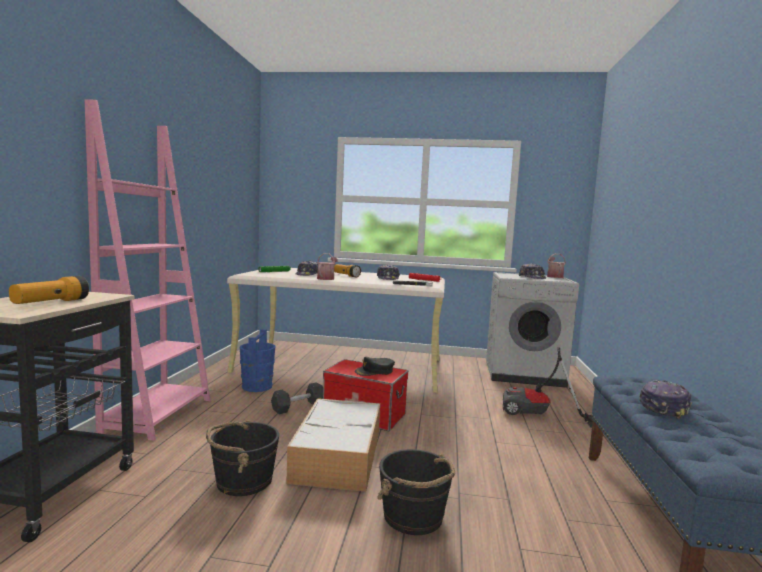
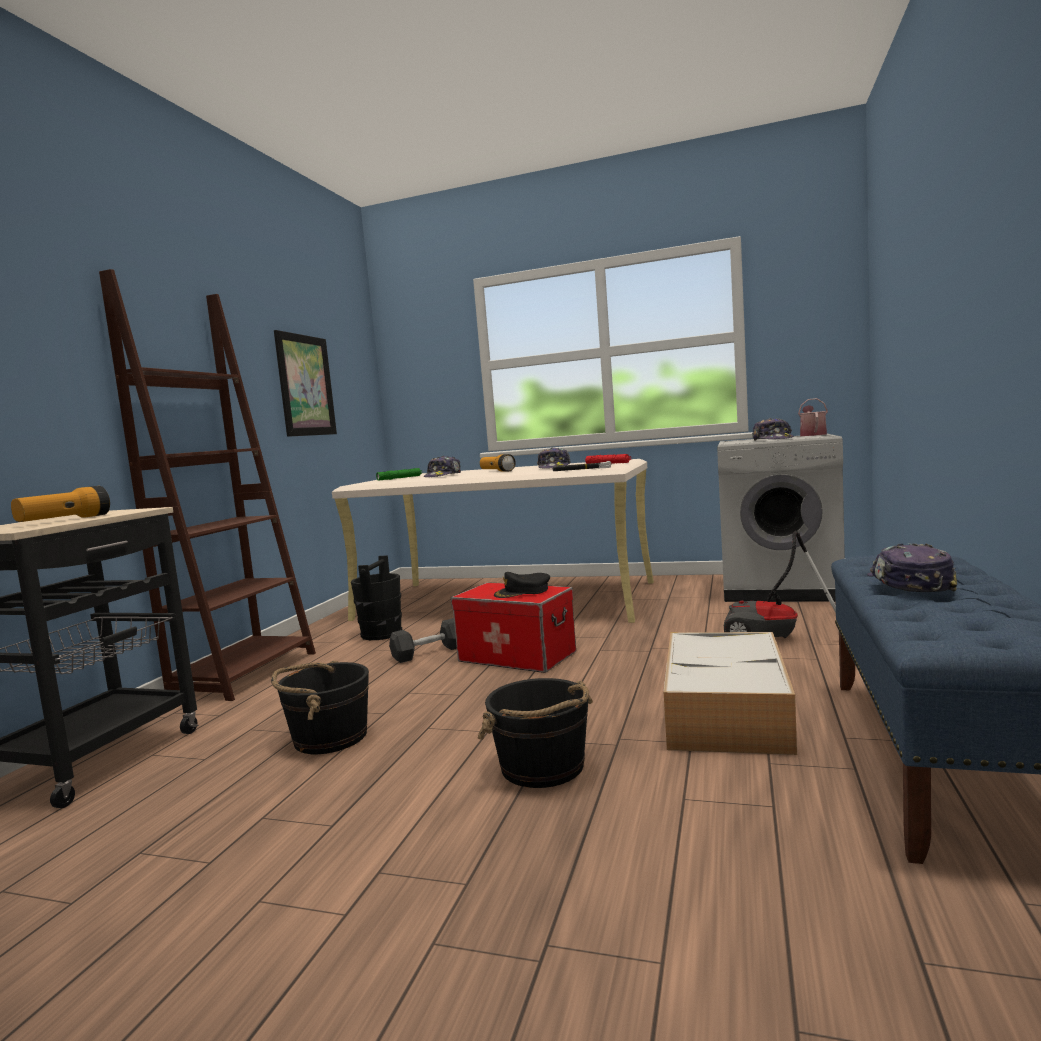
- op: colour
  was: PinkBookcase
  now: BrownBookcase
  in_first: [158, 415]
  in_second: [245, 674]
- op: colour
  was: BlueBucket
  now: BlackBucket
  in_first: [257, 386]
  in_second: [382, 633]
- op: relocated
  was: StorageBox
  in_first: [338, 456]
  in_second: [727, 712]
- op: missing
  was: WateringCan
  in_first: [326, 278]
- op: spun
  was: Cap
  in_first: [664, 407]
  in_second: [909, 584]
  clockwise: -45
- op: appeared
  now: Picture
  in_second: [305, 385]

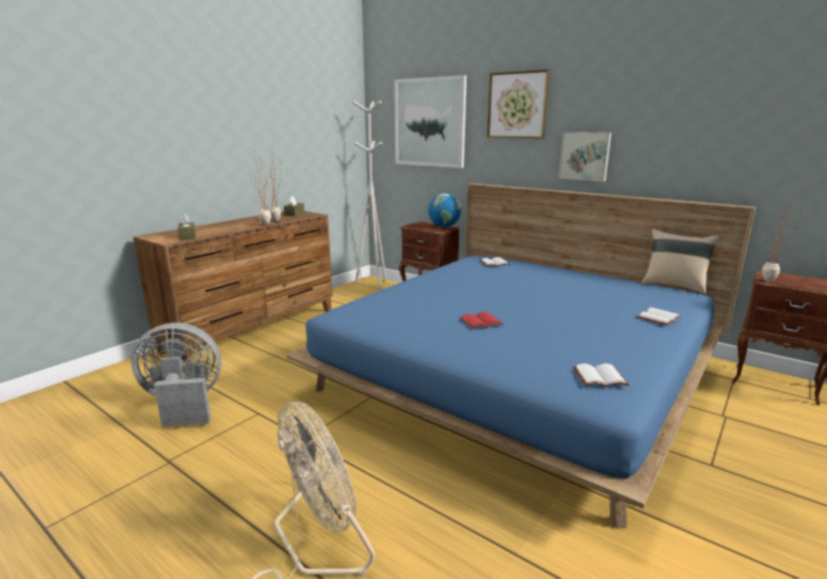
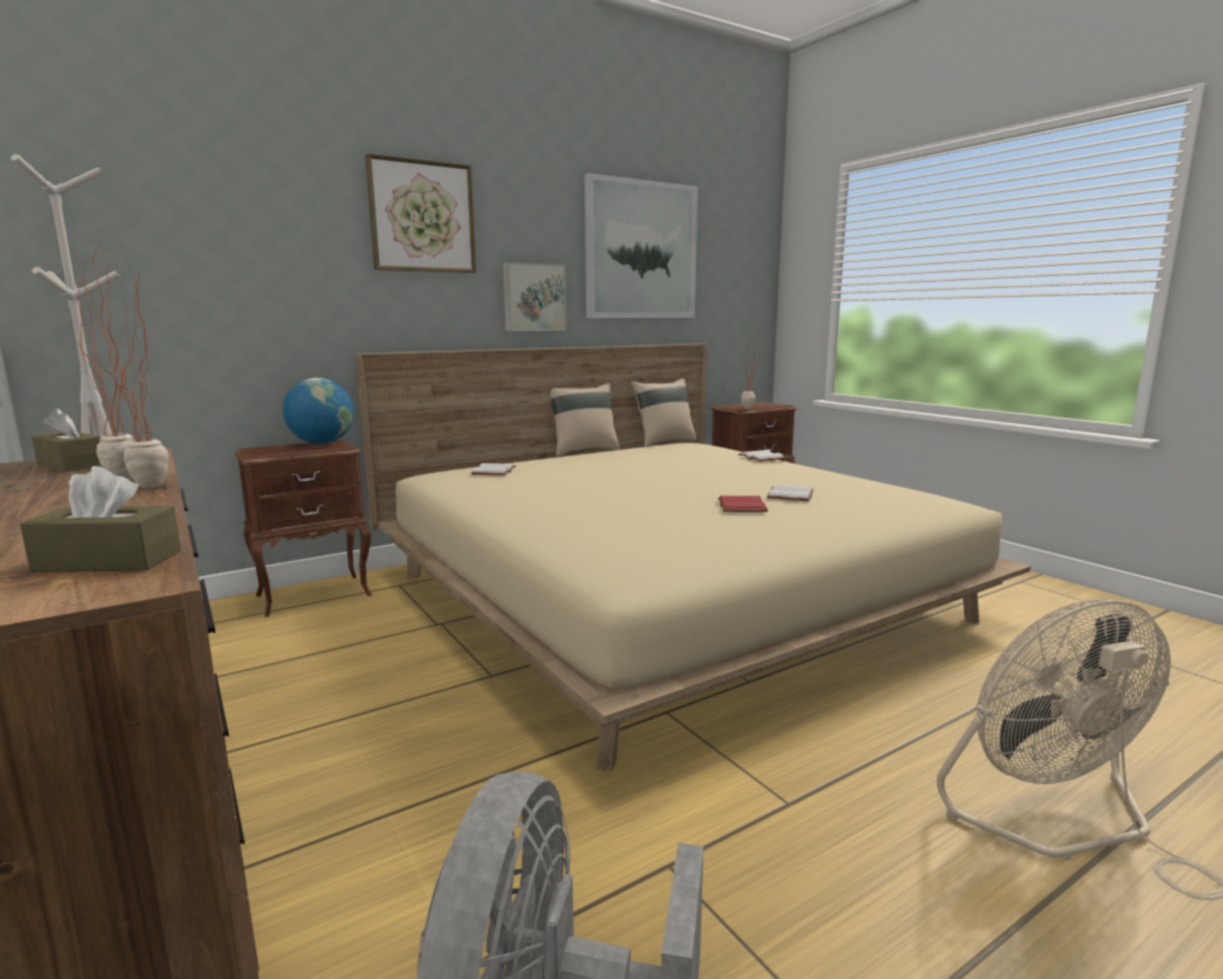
- op: colour
  was: BlueBed
  now: BeigeBed
  in_first: [517, 376]
  in_second: [667, 596]
- op: relocated
  was: Picture
  in_first: [429, 122]
  in_second: [641, 251]
- op: relocated
  was: WhiteBook
  in_first: [600, 376]
  in_second: [789, 495]
- op: appeared
  now: BeigePillow
  in_second: [583, 450]

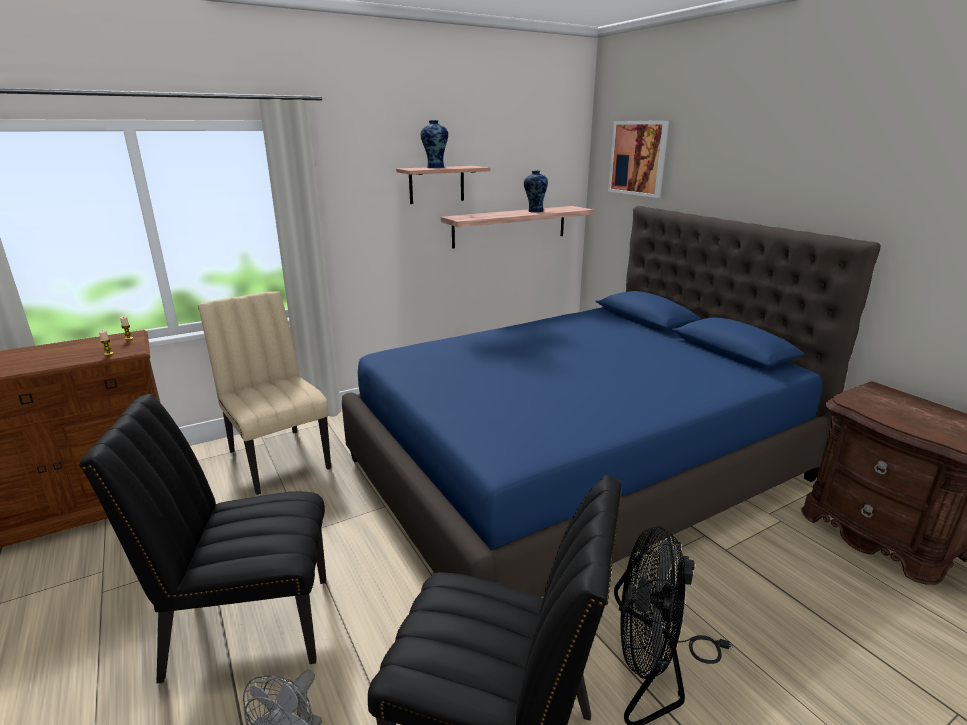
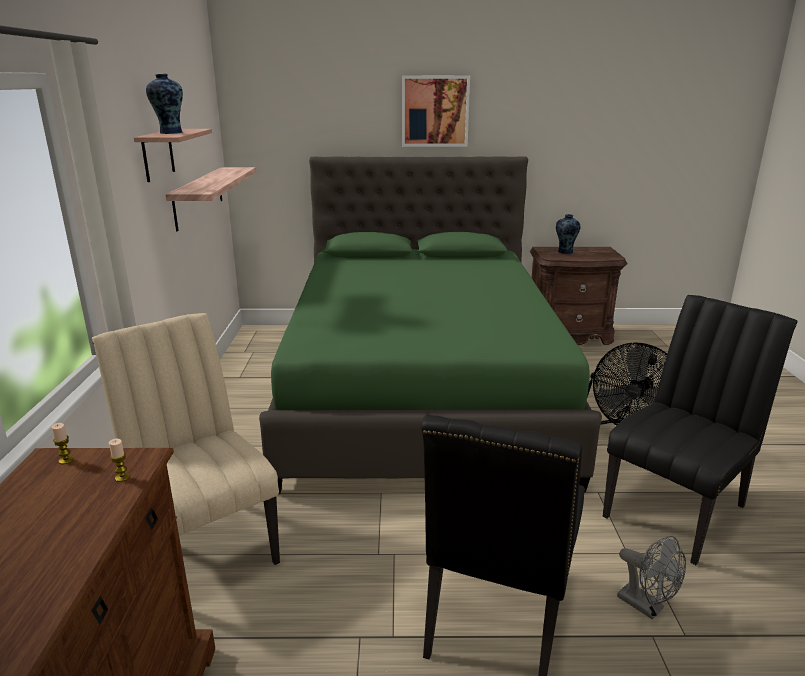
- op: spun
  was: BeigeChair
  in_first: [279, 460]
  in_second: [206, 548]
  clockwise: 60
- op: colour
  was: BlueBed
  now: GreenBed
  in_first: [577, 469]
  in_second: [421, 388]
- op: relocated
  was: Vase
  in_first: [534, 211]
  in_second: [565, 252]
- op: relocated
  was: Picture
  in_first: [638, 158]
  in_second: [435, 111]

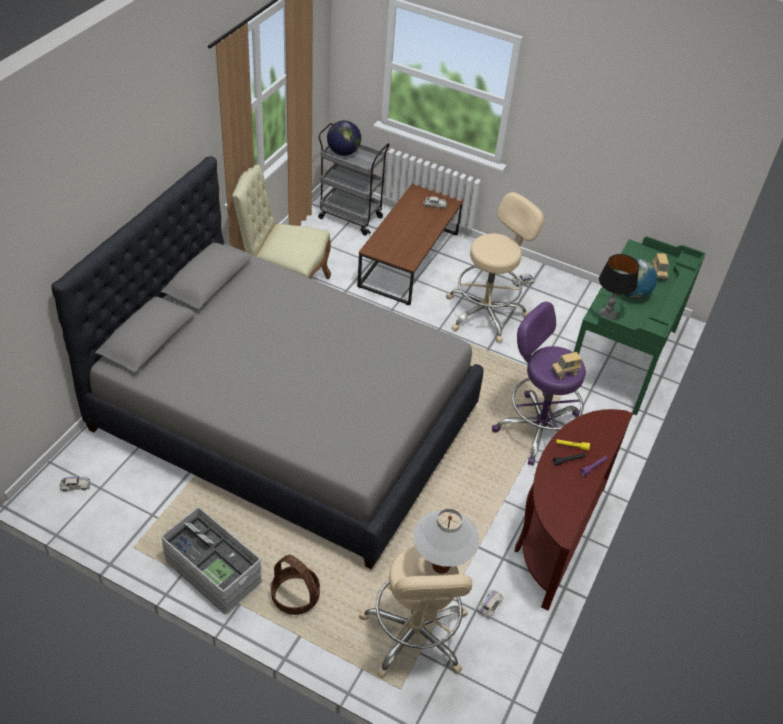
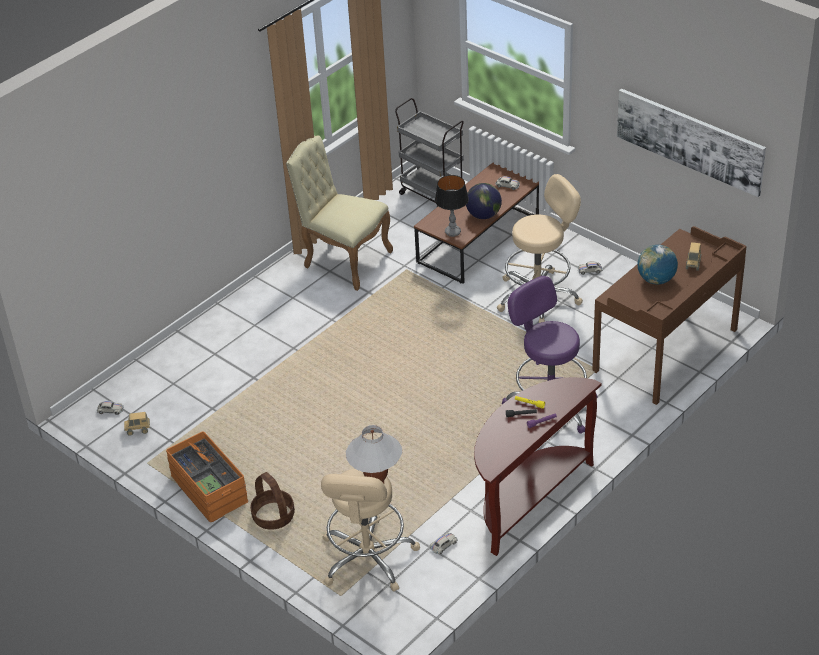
- op: missing
  was: GreyBed
  in_first: [285, 418]
- op: colour
  was: GreyStorageBox
  now: OrangeStorageBox
  in_first: [212, 571]
  in_second: [208, 489]
- op: relocated
  was: Globe
  in_first: [343, 152]
  in_second: [483, 215]
- op: relocated
  was: ToyTruck
  in_first: [564, 372]
  in_second: [138, 430]
- op: colour
  was: GreenDesk
  now: BrownDesk
  in_first: [623, 357]
  in_second: [666, 350]
- op: relocated
  was: TableLamp
  in_first: [607, 315]
  in_second: [452, 232]
- op: appeared
  now: Picture
  in_second: [690, 140]

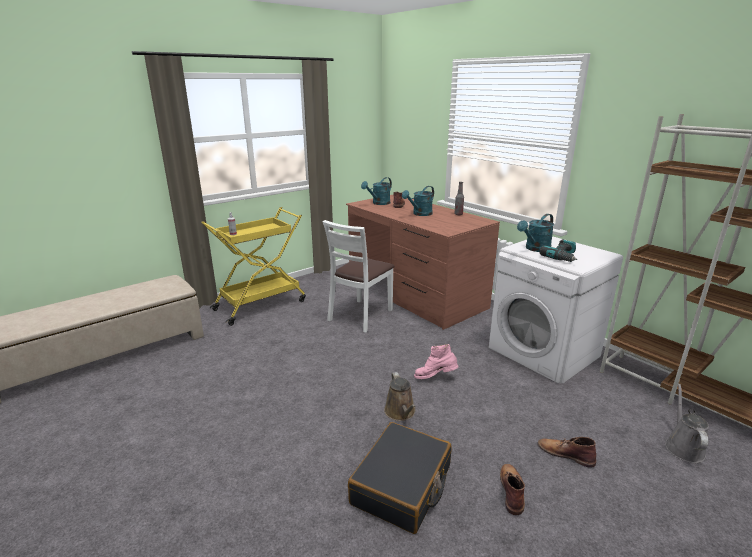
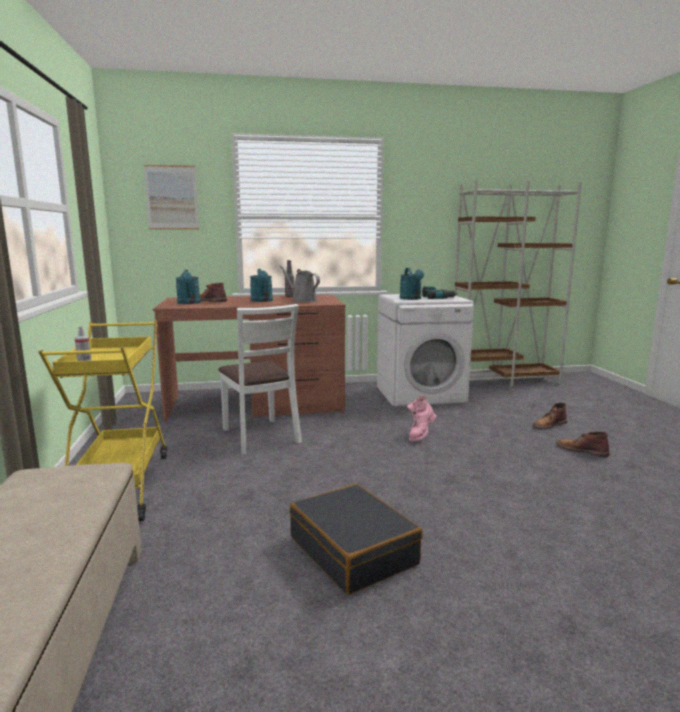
- op: relocated
  was: BlackSuitcase
  in_first: [402, 485]
  in_second: [353, 550]
- op: missing
  was: BrownWateringCan
  in_first: [401, 412]
- op: relocated
  was: GreyWateringCan
  in_first: [683, 447]
  in_second: [302, 300]
- op: appeared
  now: Picture
  in_second: [172, 197]

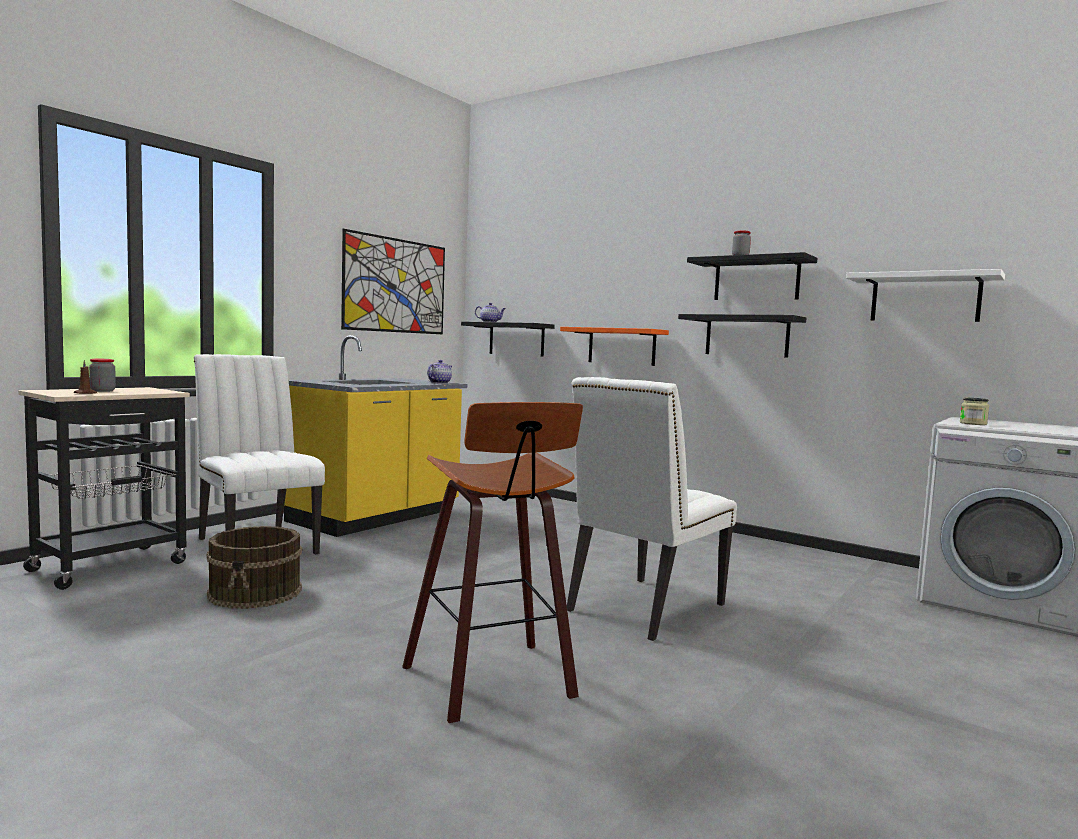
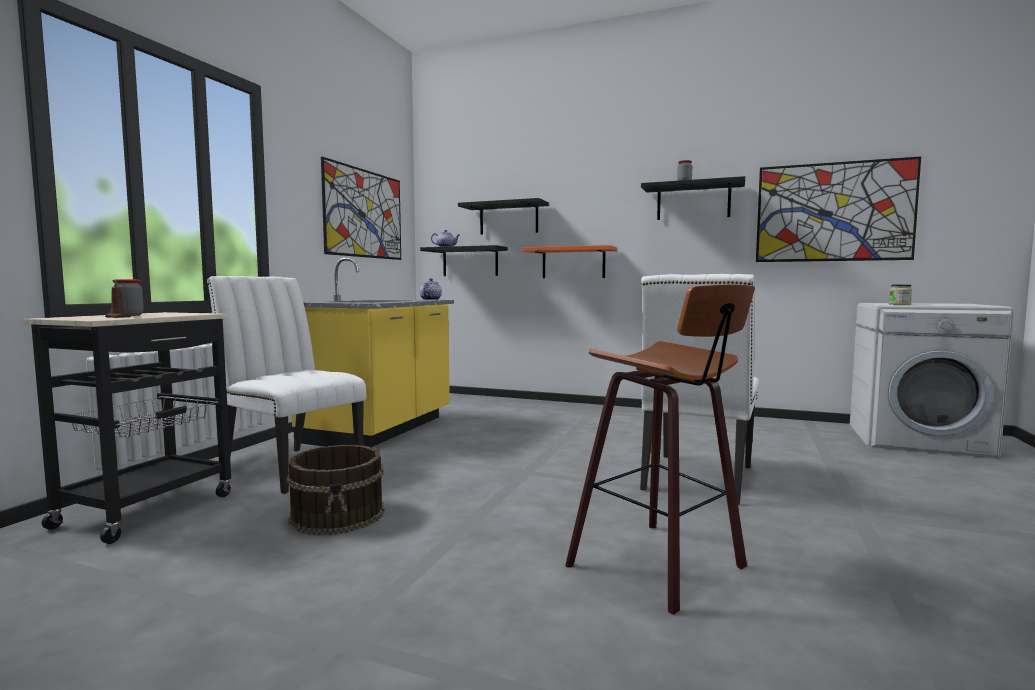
- op: relocated
  was: BlackShelf
  in_first: [747, 336]
  in_second: [508, 219]
- op: exchanged
  was: WhiteShelf
  now: Picture
  in_first: [925, 298]
  in_second: [833, 212]

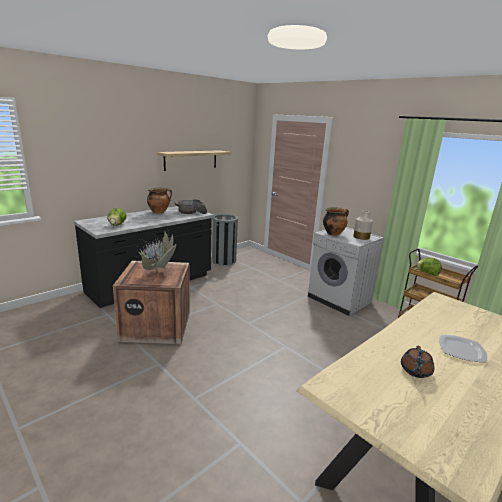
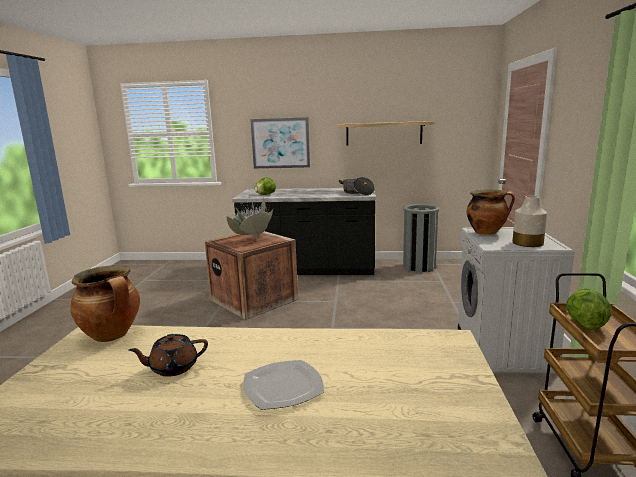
- op: relocated
  was: CookingPot
  in_first: [159, 212]
  in_second: [113, 335]
- op: appeared
  now: Picture
  in_second: [280, 143]

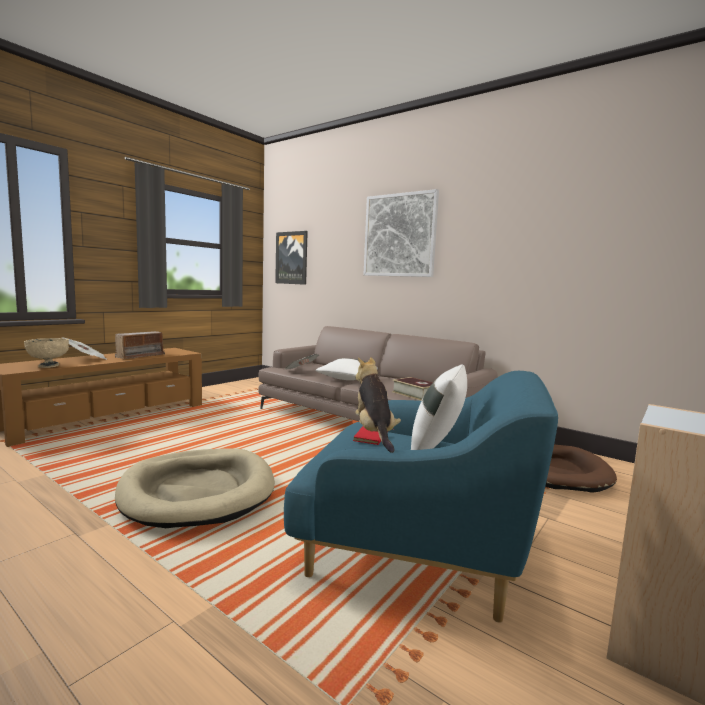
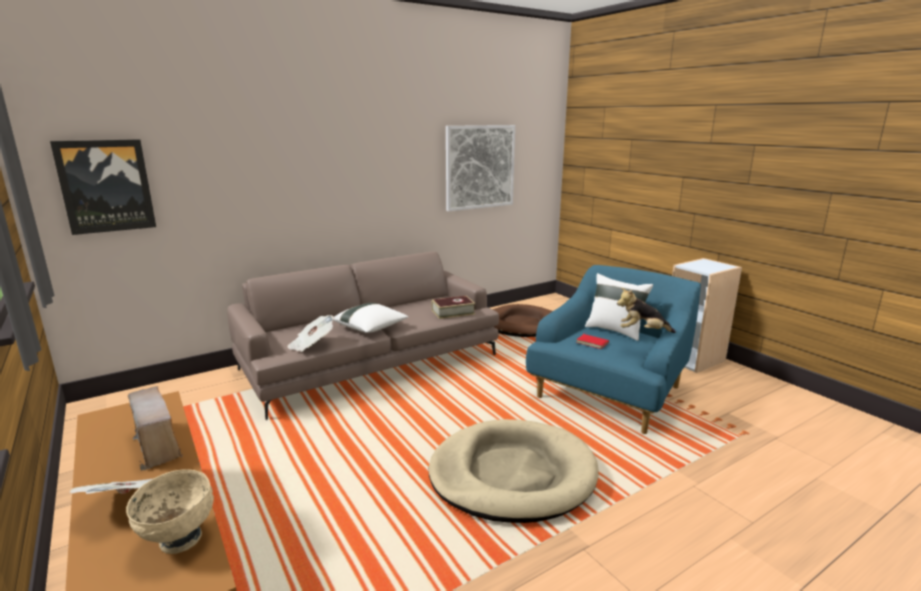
- op: relocated
  was: Picture
  in_first: [399, 235]
  in_second: [480, 167]

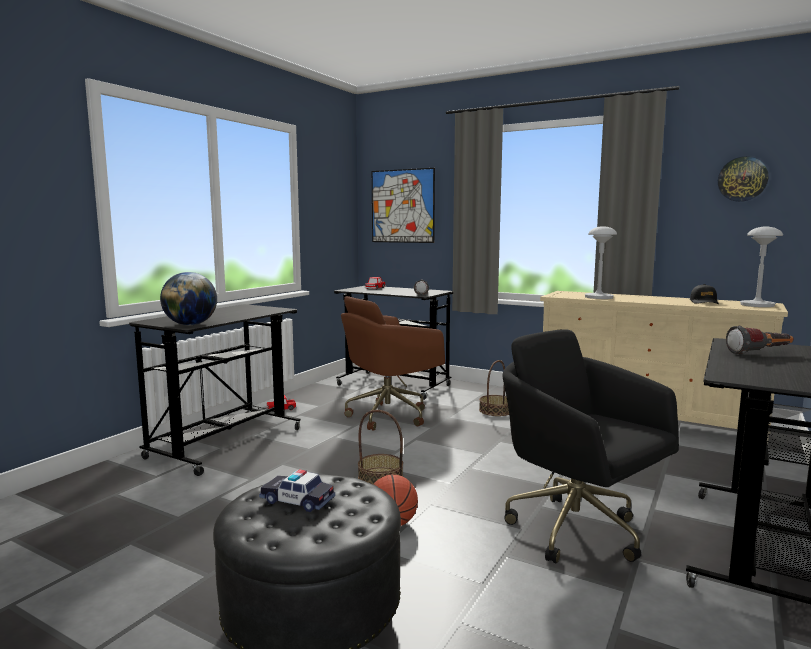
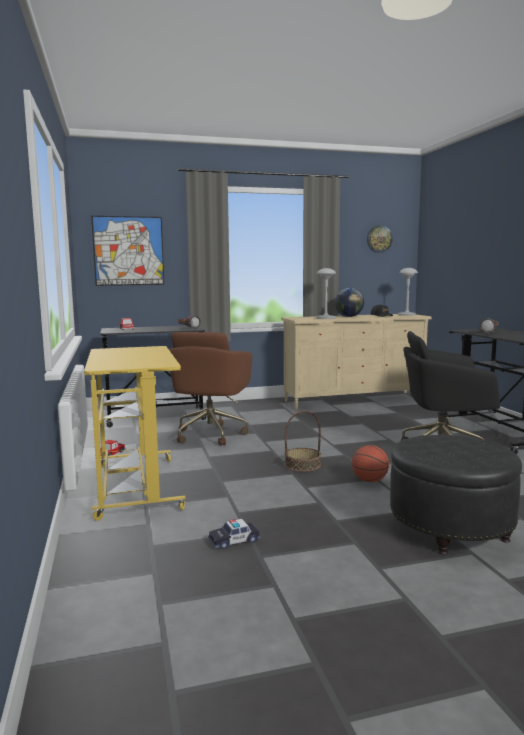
- op: colour
  was: BlackDesk
  now: YellowDesk
  in_first: [226, 443]
  in_second: [136, 486]
- op: relocated
  was: Globe
  in_first: [190, 324]
  in_second: [349, 317]
- op: relocated
  was: ToyCar
  in_first: [297, 500]
  in_second: [234, 541]
- op: missing
  was: Basket
  in_first: [495, 410]

